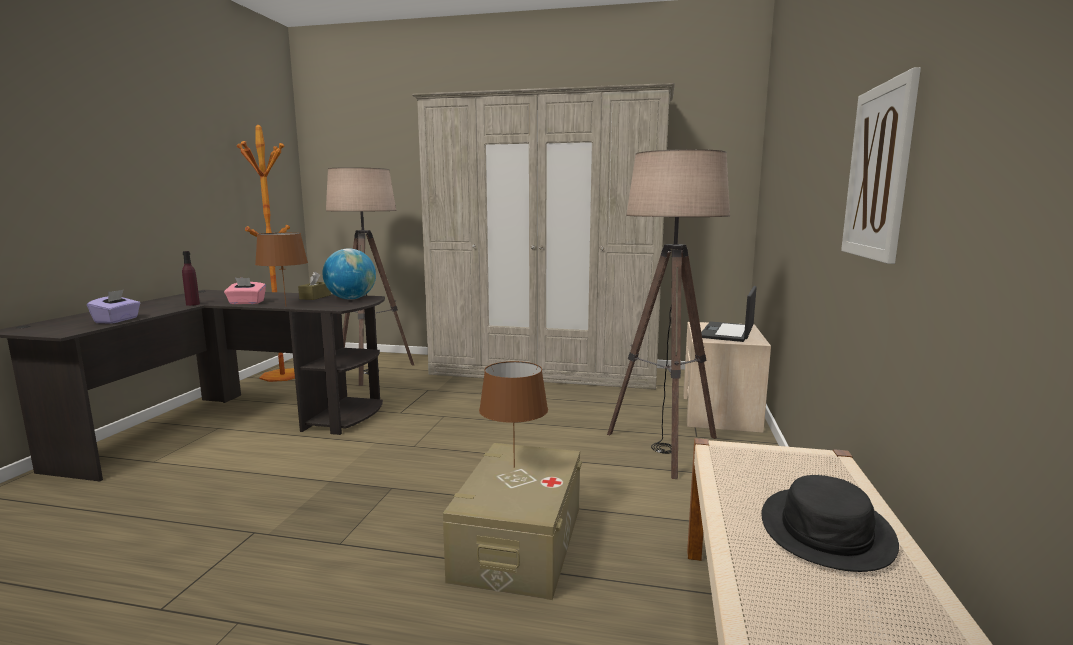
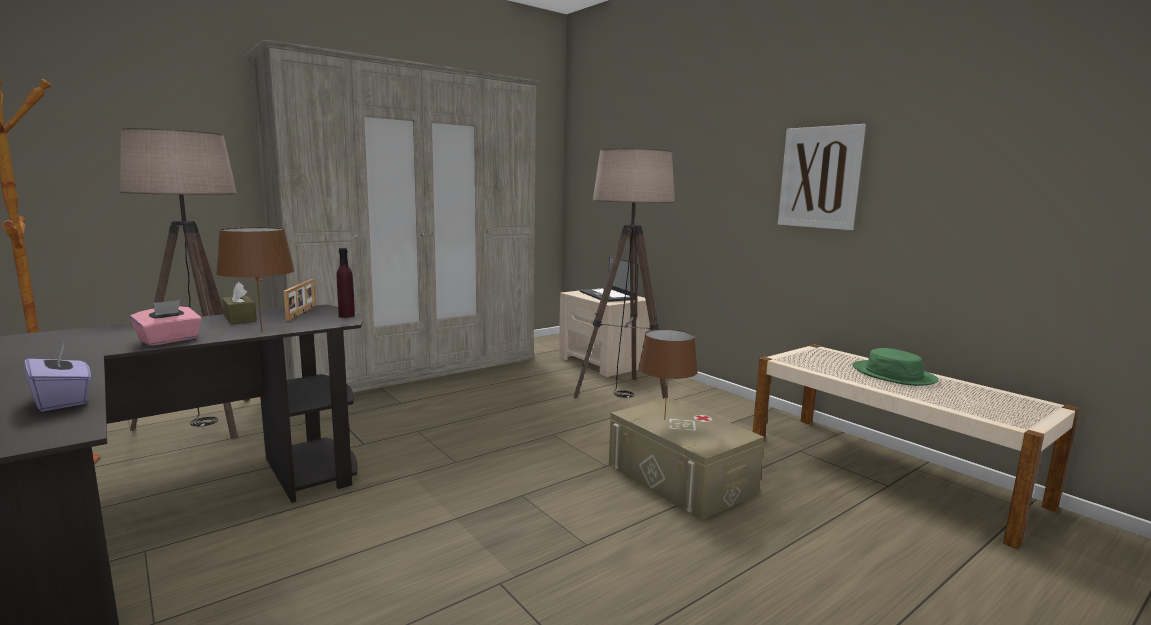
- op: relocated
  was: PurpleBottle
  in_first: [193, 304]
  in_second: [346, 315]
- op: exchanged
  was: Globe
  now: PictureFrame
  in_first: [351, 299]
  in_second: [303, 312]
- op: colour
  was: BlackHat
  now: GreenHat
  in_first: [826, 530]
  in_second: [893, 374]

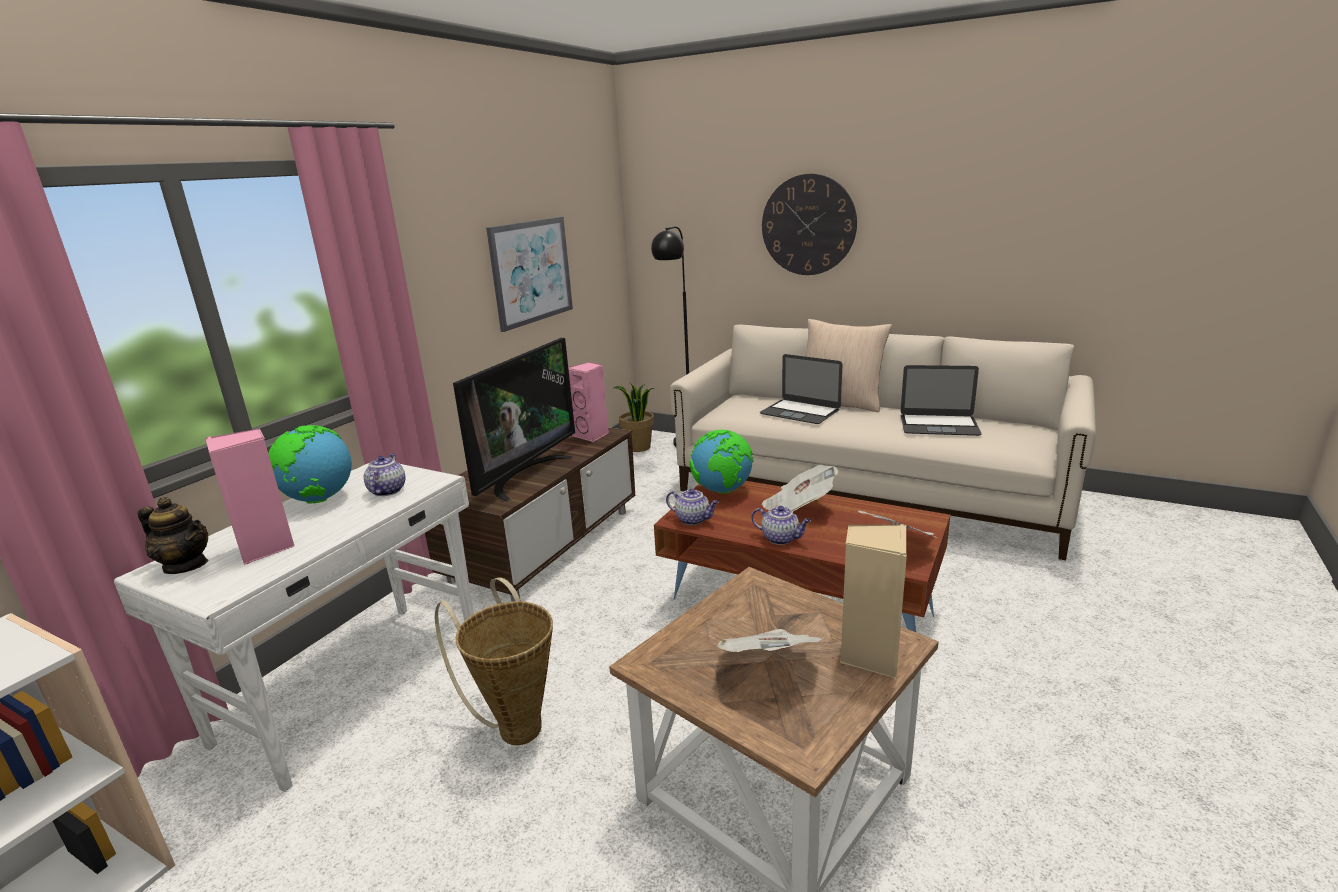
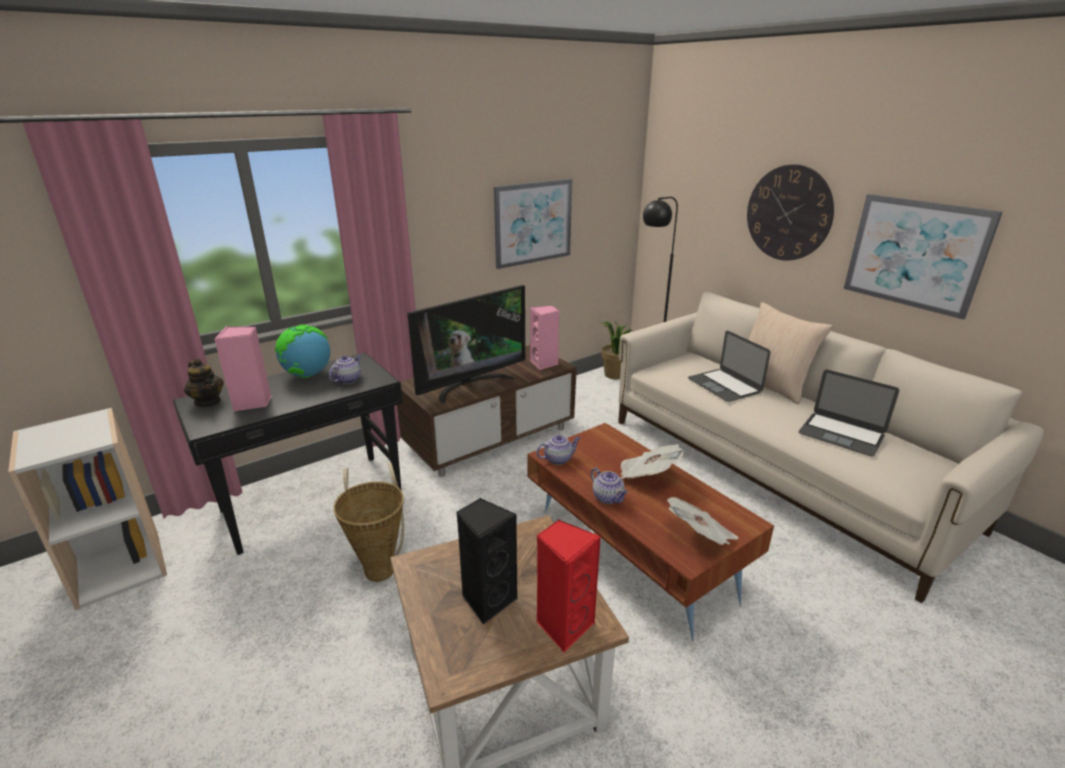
- op: colour
  was: WhiteConsoleTable
  now: BlackConsoleTable
  in_first: [355, 685]
  in_second: [314, 500]
- op: spun
  was: Teapot
  in_first: [693, 519]
  in_second: [558, 459]
  clockwise: -75
- op: missing
  was: Globe
  in_first: [723, 491]
- op: exchanged
  was: Newspaper
  now: BlackSpeaker
  in_first: [768, 664]
  in_second: [487, 600]
- op: colour
  was: BeigeSpeaker
  now: RedSpeaker
  in_first: [869, 655]
  in_second: [563, 625]
- op: appeared
  now: Picture
  in_second: [915, 254]

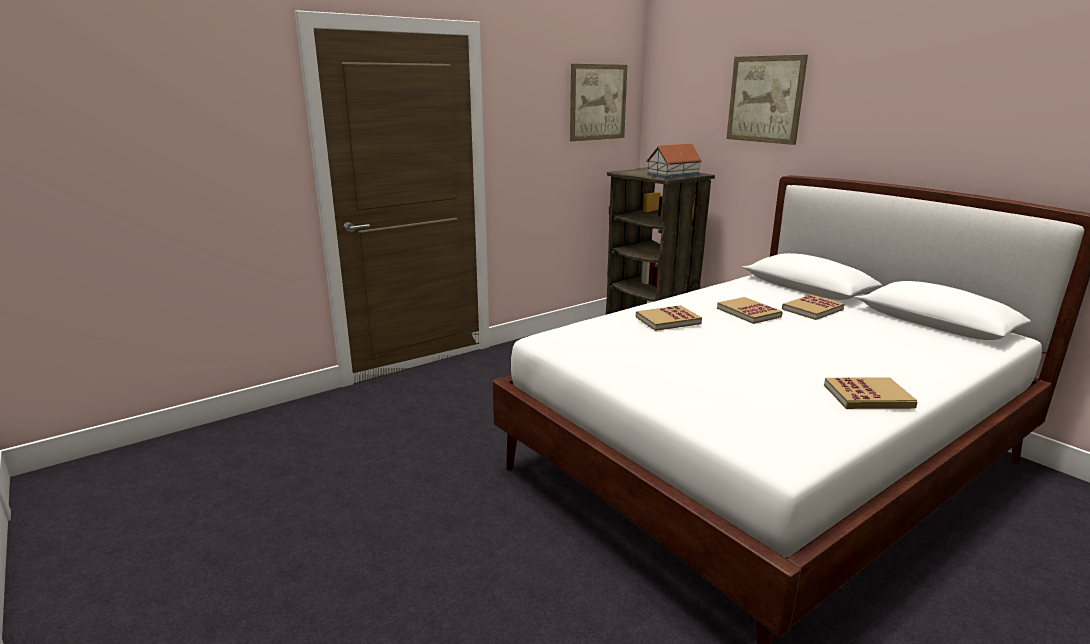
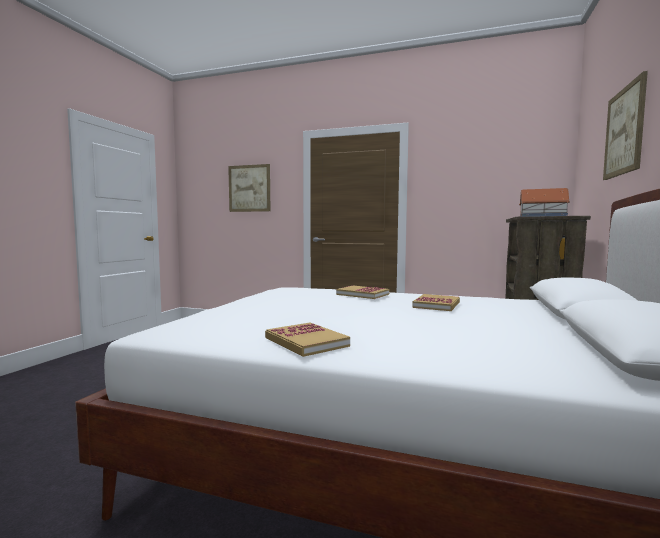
- op: relocated
  was: Picture
  in_first: [598, 102]
  in_second: [249, 188]
- op: missing
  was: Book
  in_first: [812, 309]

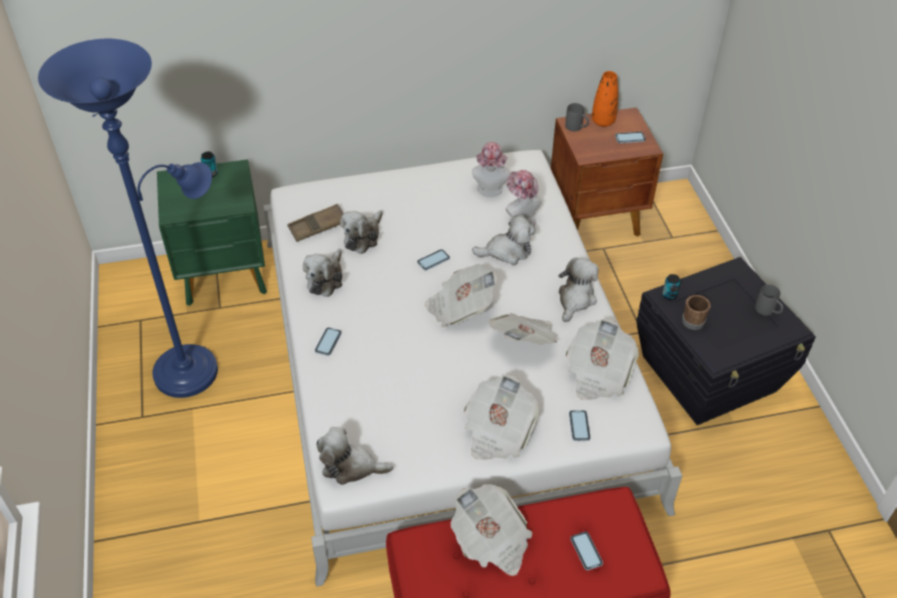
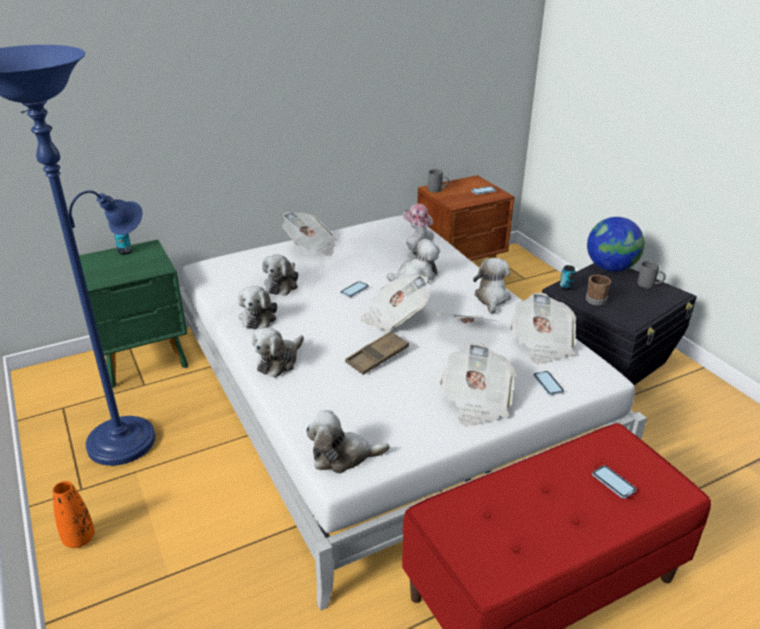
- op: relocated
  was: BrownTray
  in_first: [318, 226]
  in_second: [377, 357]
- op: exchanged
  was: Phone
  now: PlushToy
  in_first: [328, 342]
  in_second: [279, 361]
- op: relocated
  was: Newspaper
  in_first: [491, 541]
  in_second: [311, 247]
- op: missing
  was: Hat
  in_first: [490, 190]
- op: relocated
  was: OrangeVase
  in_first: [603, 122]
  in_second: [79, 539]
- op: appeared
  now: Globe
  in_second: [610, 268]

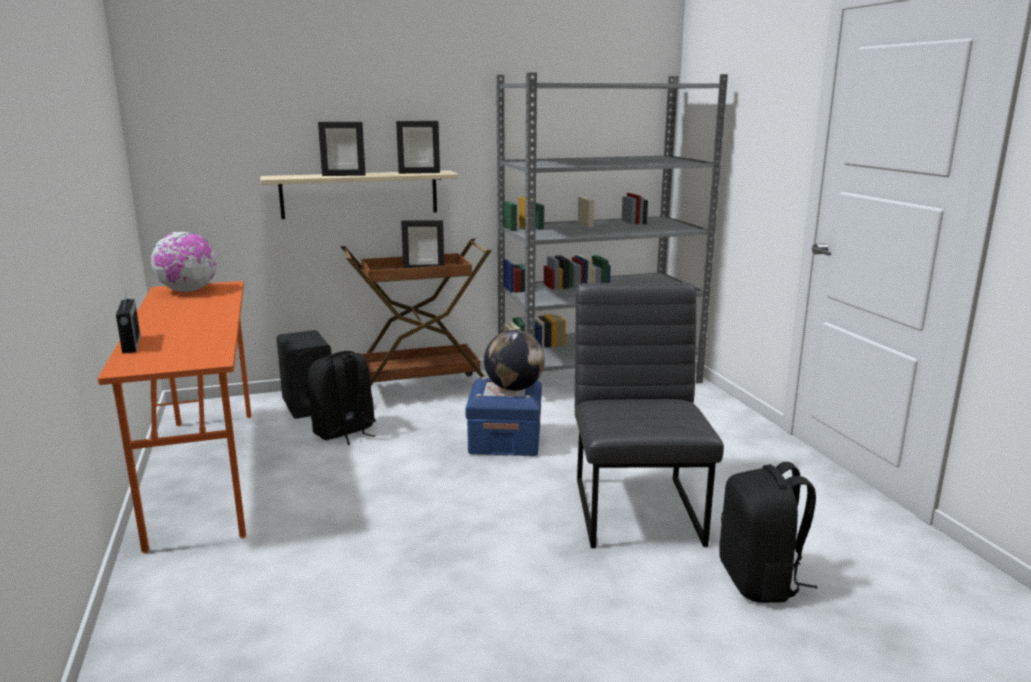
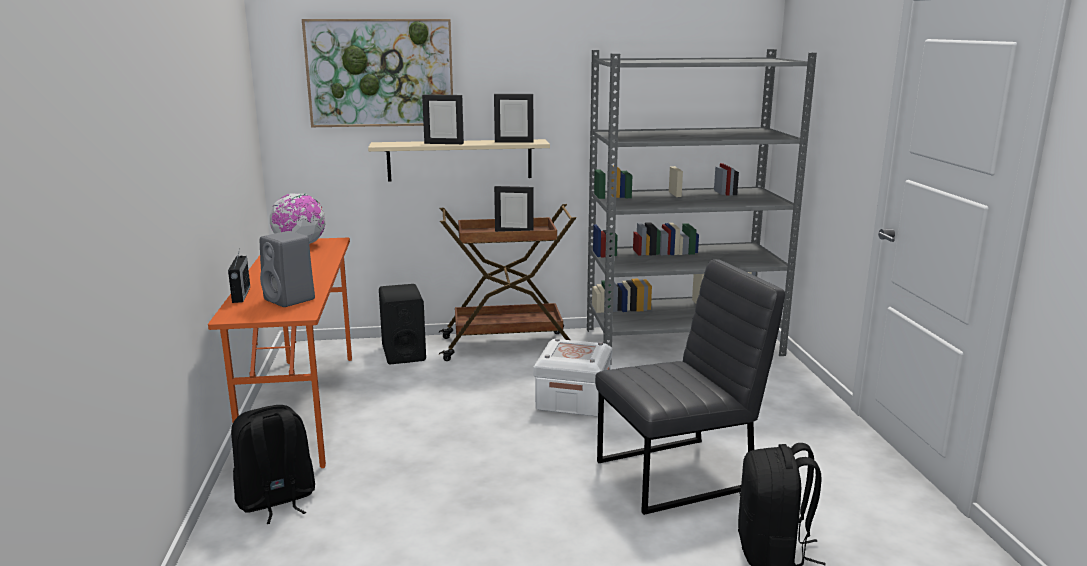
- op: relocated
  was: BlackBackpack
  in_first: [344, 432]
  in_second: [276, 501]
- op: colour
  was: BlueStorageBox
  now: WhiteStorageBox
  in_first: [505, 440]
  in_second: [573, 399]
- op: missing
  was: Globe
  in_first: [514, 388]
- op: spun
  was: GreyChair
  in_first: [637, 508]
  in_second: [678, 474]
  clockwise: 60
- op: appeared
  now: GreySpeaker
  in_second: [291, 300]
- op: appeared
  now: Picture
  in_second: [380, 73]

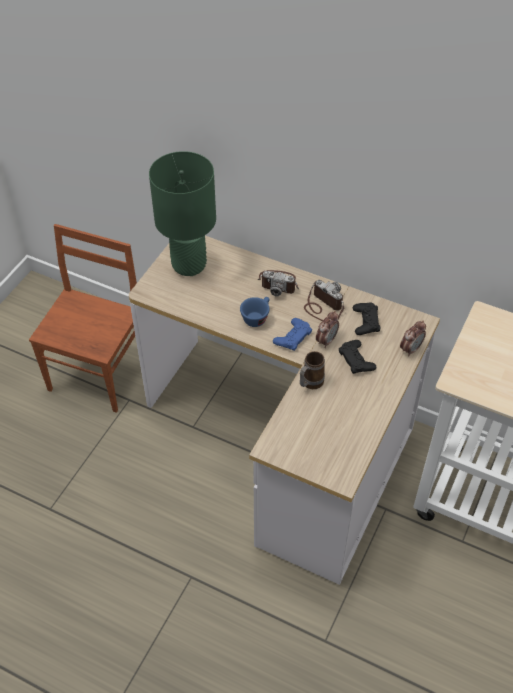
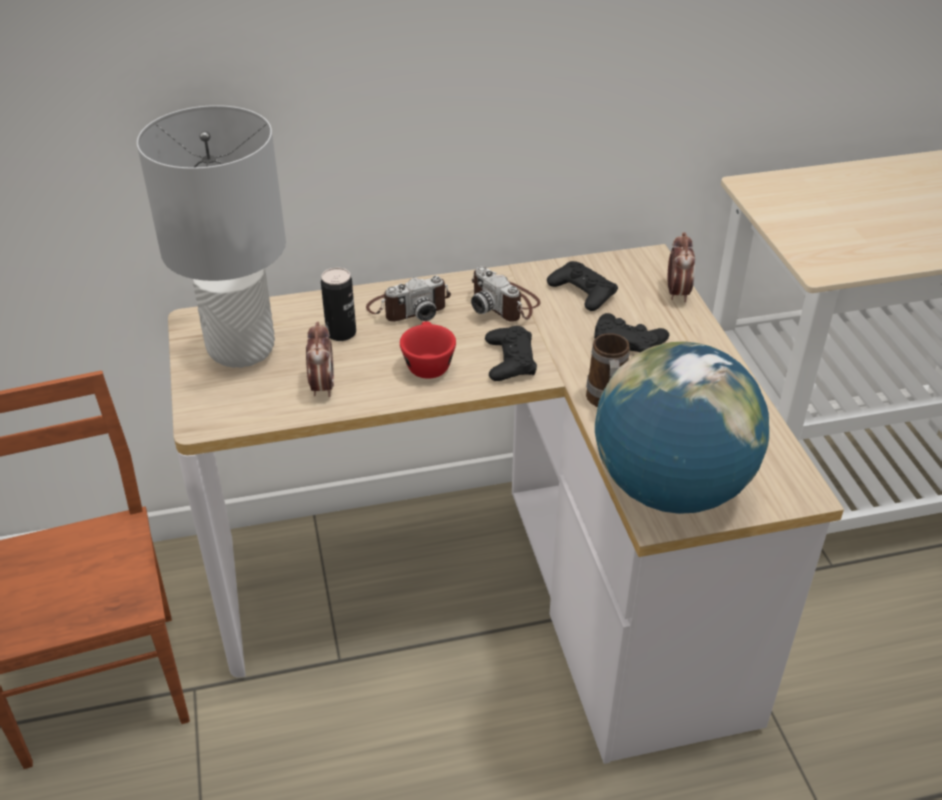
- op: colour
  was: GreenTableLamp
  now: GreyTableLamp
  in_first: [188, 267]
  in_second: [241, 354]
- op: colour
  was: BlueCup
  now: RedCup
  in_first: [256, 317]
  in_second: [427, 363]
- op: colour
  was: BlueGameController
  now: BlackGameController
  in_first: [292, 337]
  in_second: [510, 360]
- op: spun
  was: PhotoCamera
  in_first: [323, 306]
  in_second: [505, 303]
  clockwise: -135
- op: relocated
  was: AlarmClock
  in_first: [326, 340]
  in_second: [322, 386]
- op: appeared
  now: Can
  in_second: [341, 333]
- op: appeared
  now: Globe
  in_second: [670, 487]

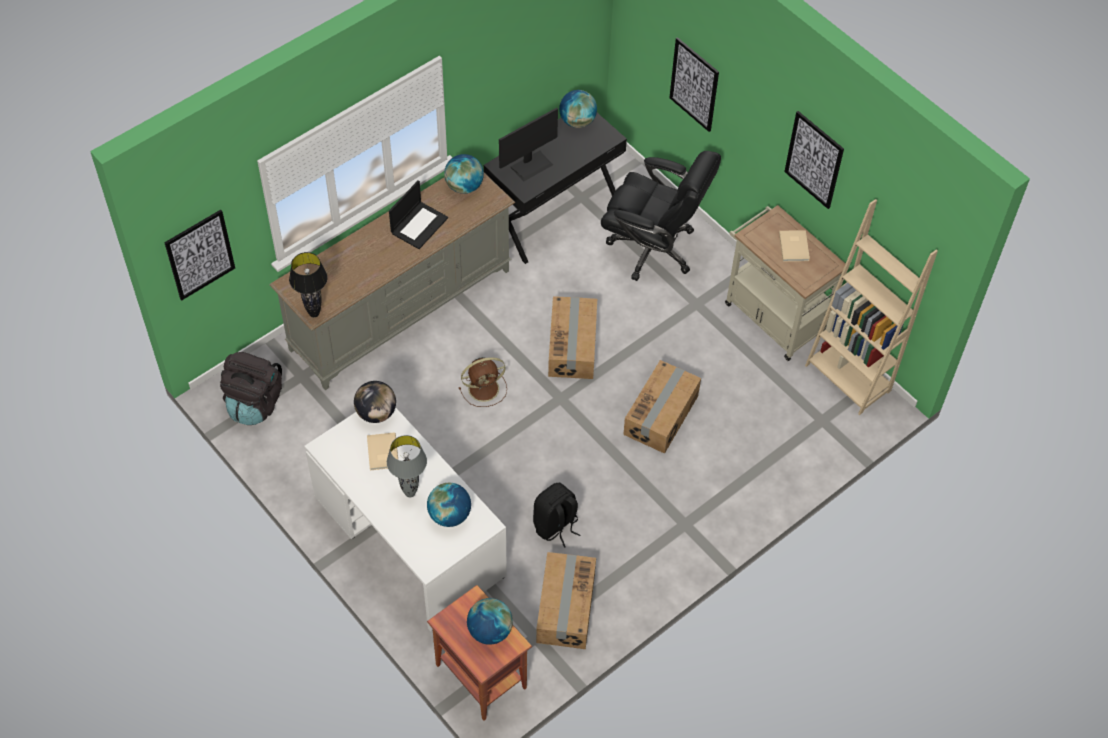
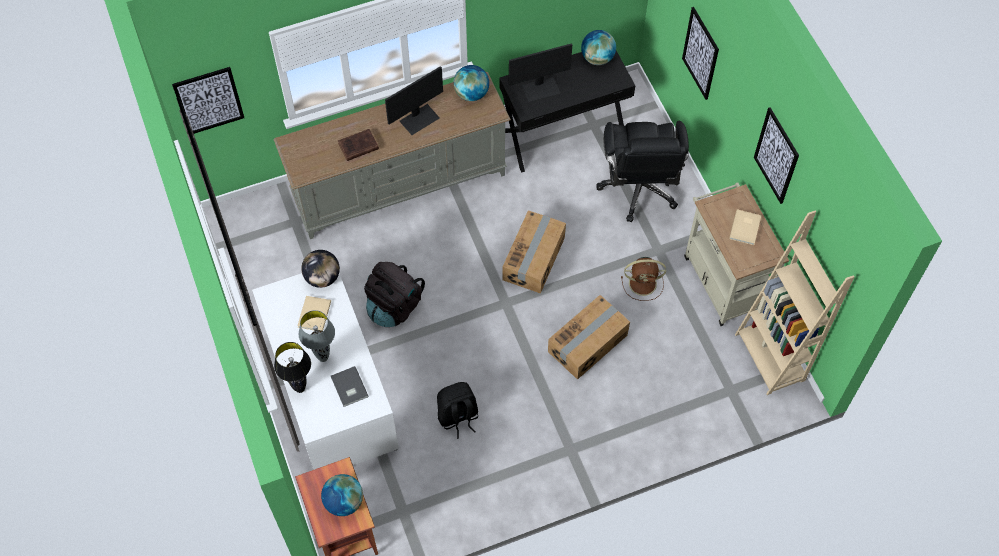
- op: relocated
  was: BlackBackpack
  in_first: [255, 403]
  in_second: [394, 306]
- op: relocated
  was: BlackTableLamp
  in_first: [314, 314]
  in_second: [300, 389]
- op: exchanged
  was: Laptop
  now: Monitor
  in_first: [419, 225]
  in_second: [419, 118]
- op: exchanged
  was: Globe
  now: GreyBook
  in_first: [449, 515]
  in_second: [348, 388]
- op: relocated
  was: BrownFan
  in_first: [485, 388]
  in_second: [644, 283]
- op: missing
  was: CardboardBox
  in_first: [565, 608]
- op: spun
  was: BlackOfficeChair
  in_first: [652, 248]
  in_second: [639, 188]
  clockwise: 45
- op: appeared
  now: BrownBook
  in_second: [357, 147]

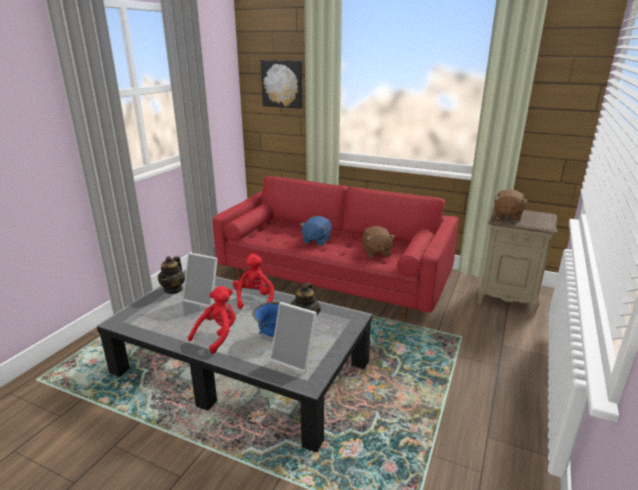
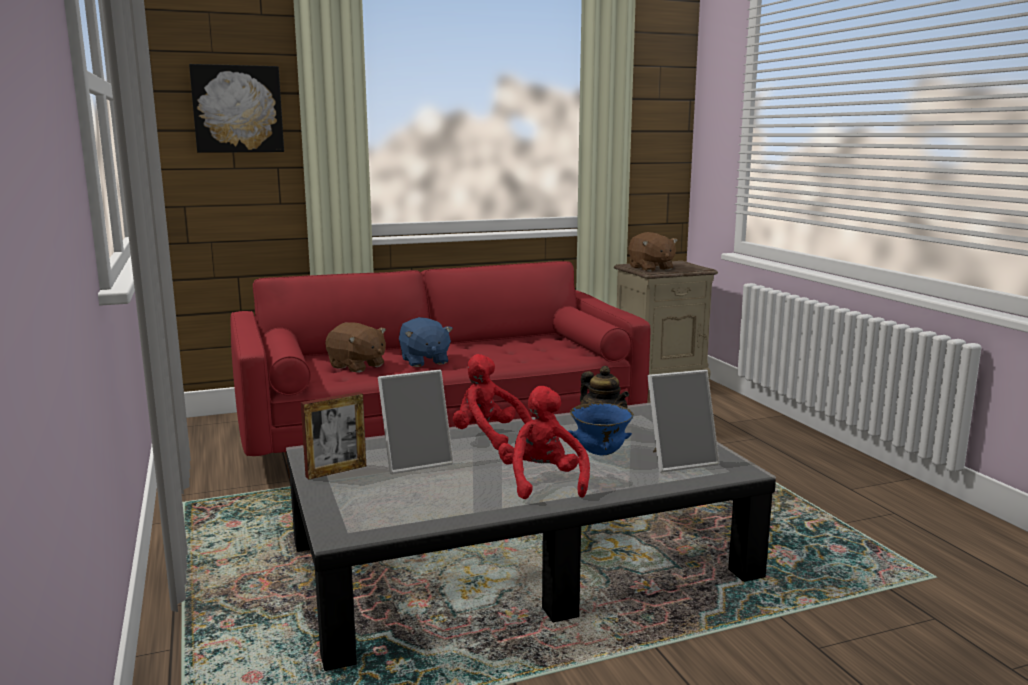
- op: exchanged
  was: Teapot
  now: PictureFrame
  in_first: [173, 289]
  in_second: [336, 471]
- op: relocated
  was: BrownPlushToy
  in_first: [376, 252]
  in_second: [357, 366]

